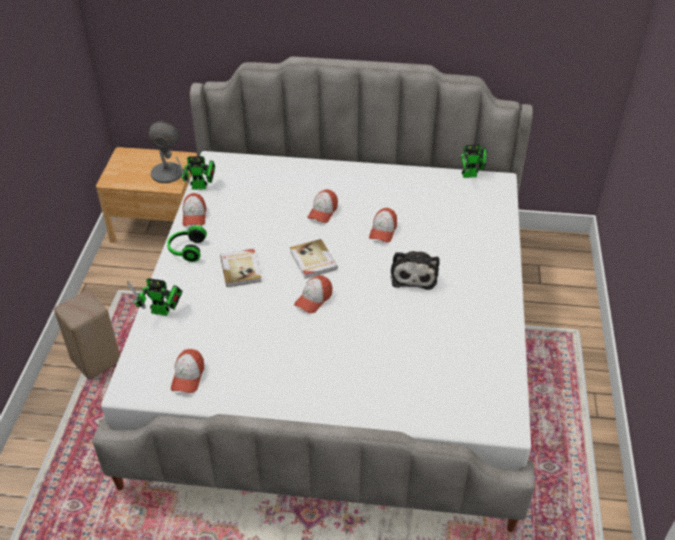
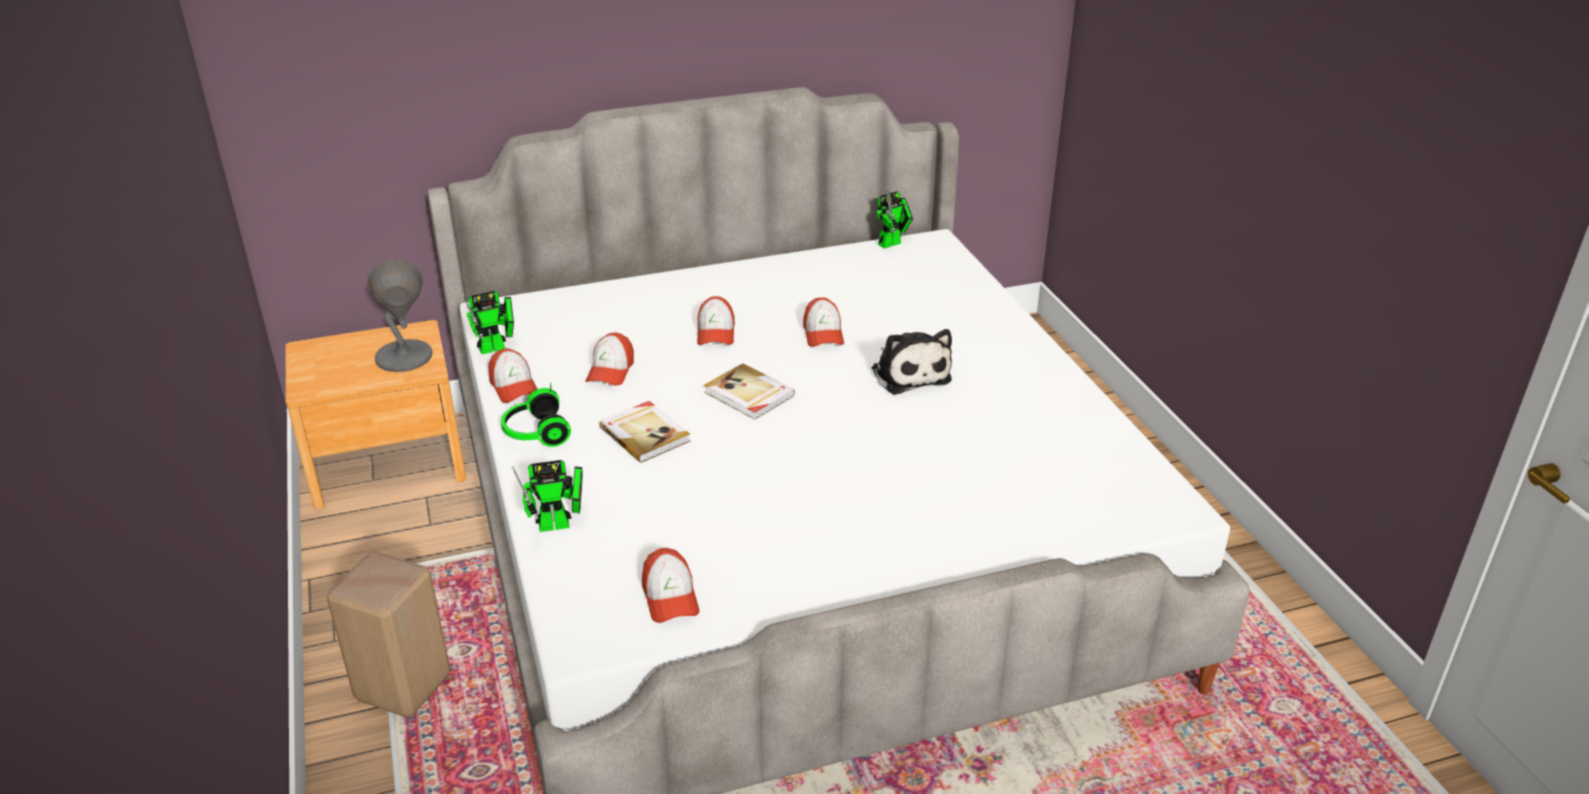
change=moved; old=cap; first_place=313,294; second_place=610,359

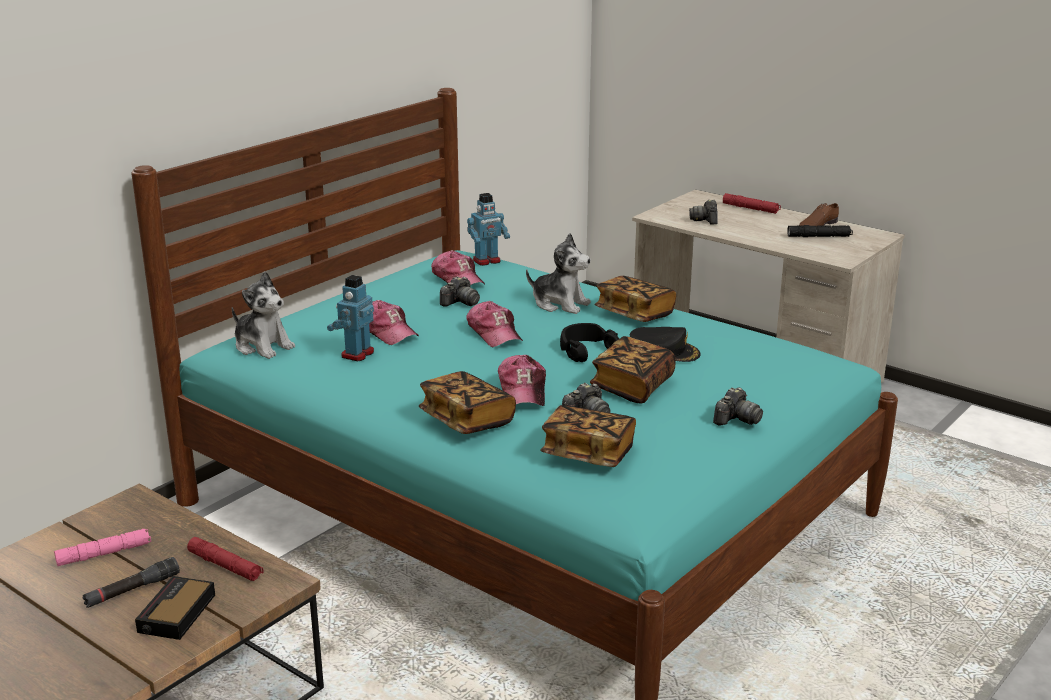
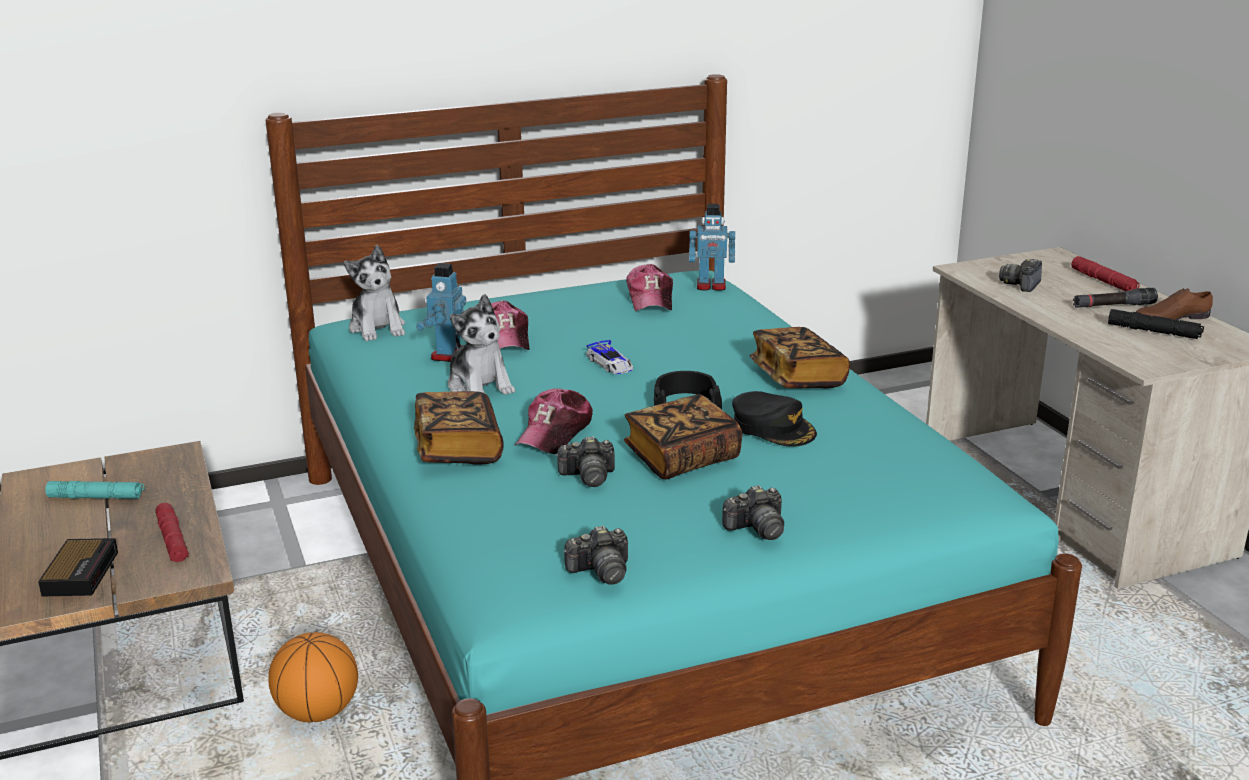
change=removed; old=bound book; first_place=588,436
change=added; new=basketball; second_place=313,677
change=moved; old=black hand torch; first_place=131,582; second_place=1115,298
change=moved; old=still camera; first_place=460,291; second_place=596,555
change=moved; old=plush toy; first_place=558,273; second_place=481,344
change=replaced; old=cap; new=model car; first_place=494,324; second_place=609,357
change=recoloured; old=pink hand torch; new=turquoise-coloured hand torch; first_place=102,547; second_place=95,490
change=turned; old=bedside clock; first_place=175,608; second_place=78,567; degrees=135
change=turned; old=model robot; first_place=350,318; second_place=441,312; degrees=-45

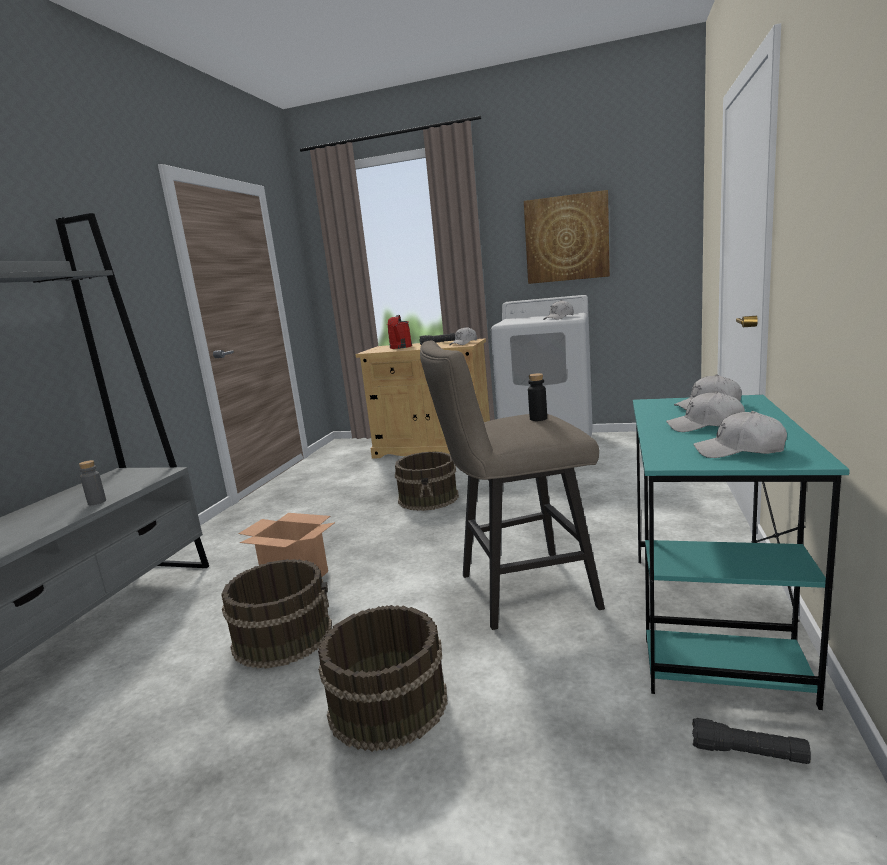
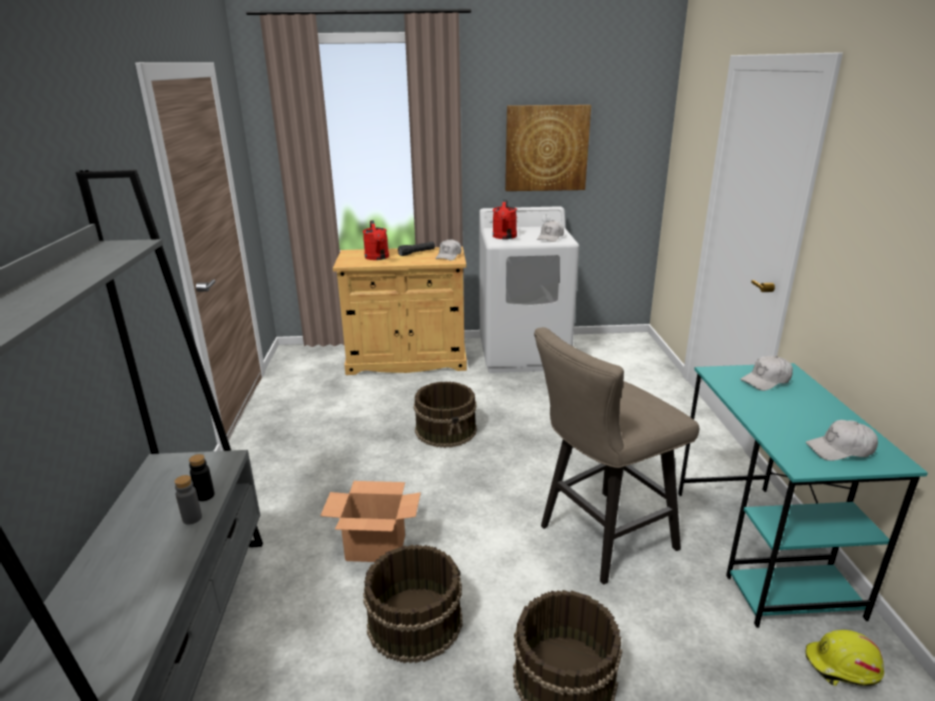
change=removed; old=white cap; first_place=705,411
change=added; new=red-coloured watering pot; second_place=505,219
change=moved; old=black drink bottle; first_place=537,397; second_place=202,477
change=replaced; old=black hand torch; new=yellow-coloured safety helmet; first_place=751,741; second_place=844,658

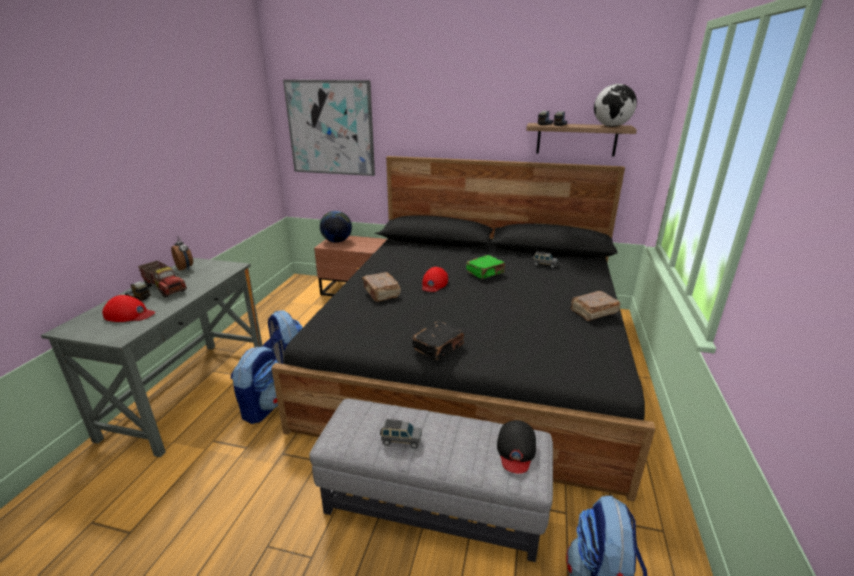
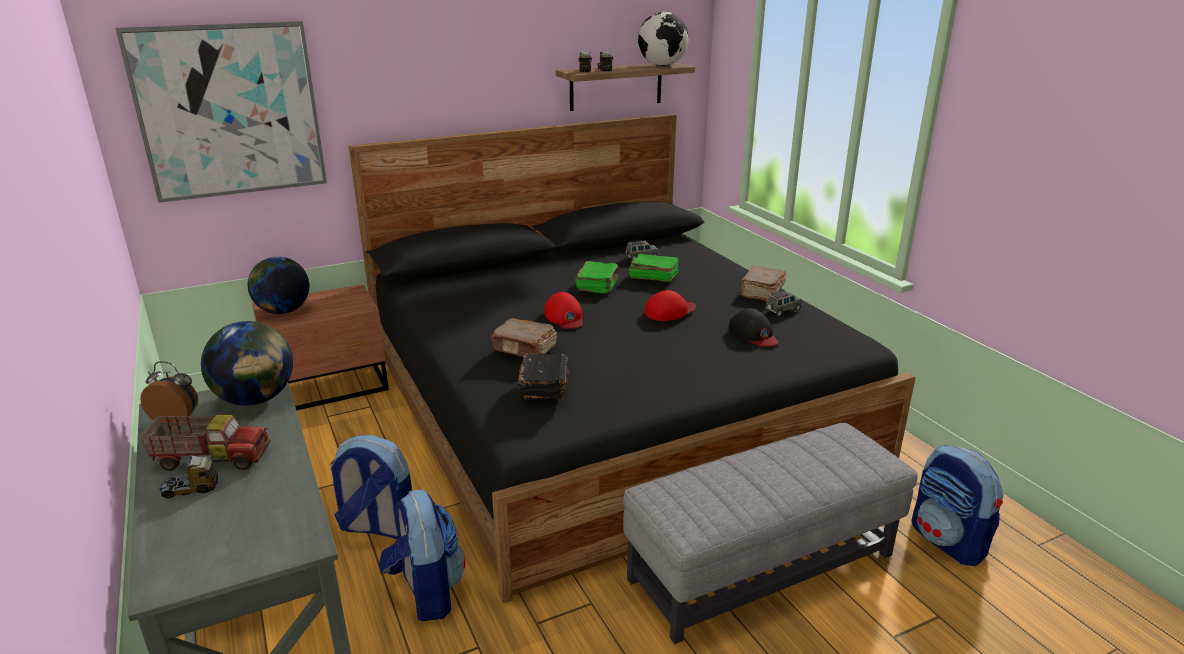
change=added; new=world globe; second_place=247,363
change=added; new=greenish bound book; second_place=654,268
change=moved; old=red-coloured cap; first_place=128,308; second_place=670,305
change=moved; old=gray model car; first_place=401,434; second_place=783,304
change=moved; old=black bound book; first_place=438,340; second_place=543,376
change=moved; old=black cap; first_place=516,447; second_place=754,327

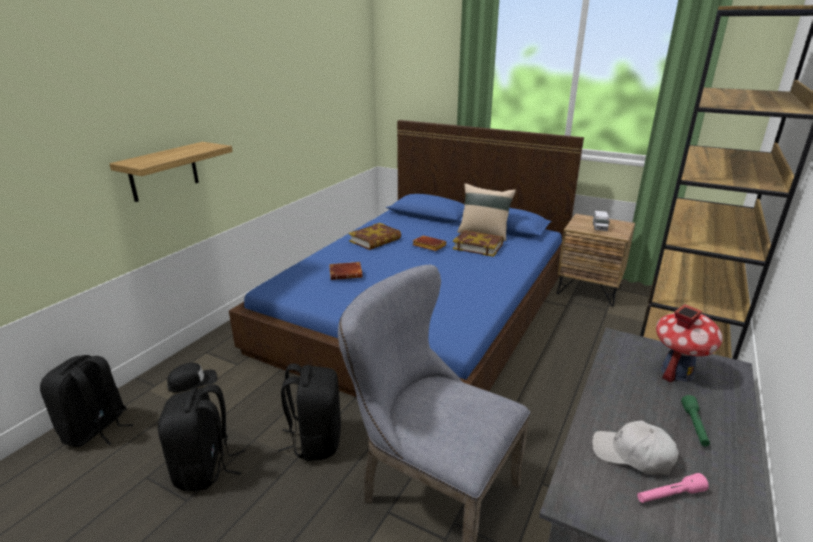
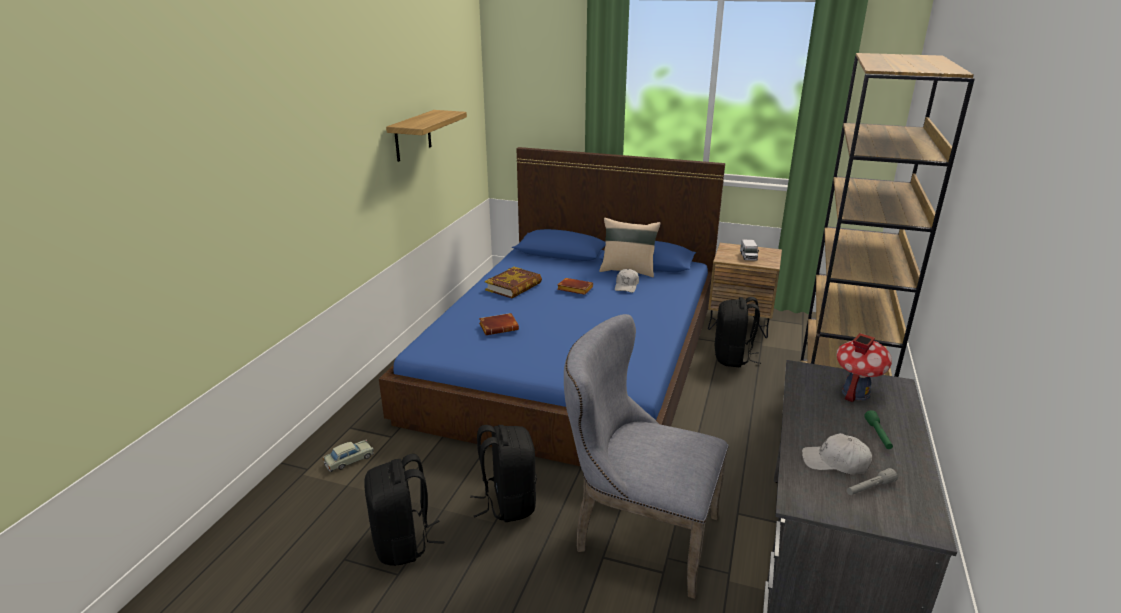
change=moved; old=black rucksack; first_place=87,401; second_place=738,332
change=moved; old=bracket shelf; first_place=171,172; second_place=426,136
change=replaced; old=black cap; new=sand-coloured model car; first_place=192,377; second_place=348,456
change=replaced; old=bound book; new=white cap; first_place=478,243; second_place=627,281
change=recoloured; old=pink hand torch; new=gray hand torch; first_place=673,488; second_place=872,481

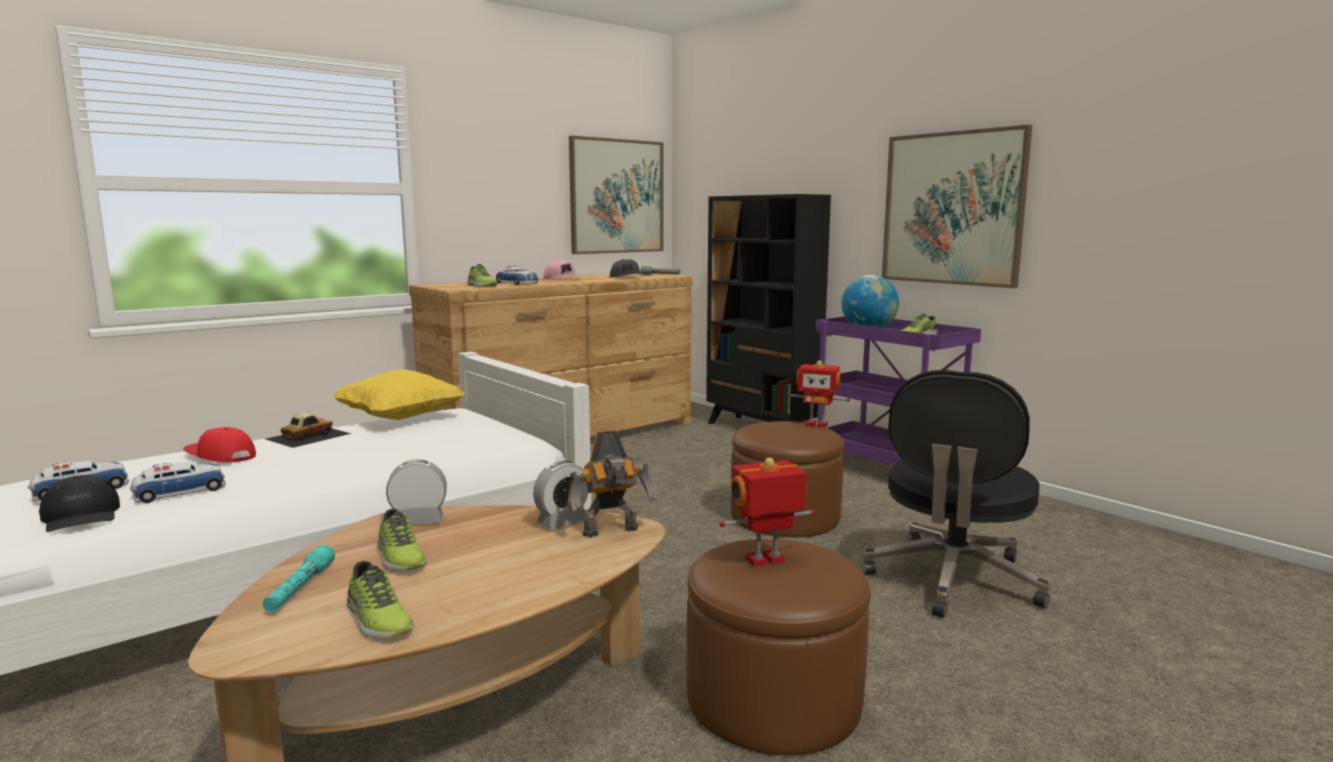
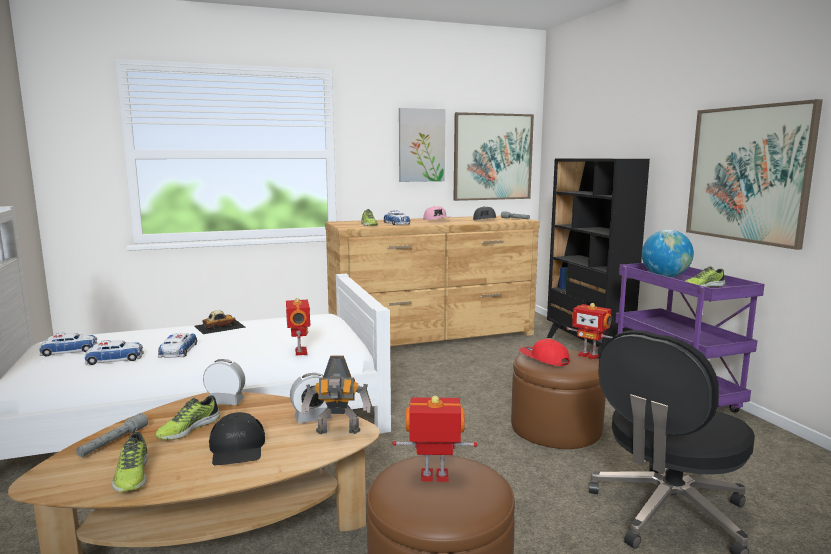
change=removed; old=yellow-coloured cushion; first_place=398,395
change=added; new=model car; second_place=177,345
change=added; new=model robot; second_place=298,327
change=added; new=wall picture; second_place=422,145
change=moved; old=black cap; first_place=79,503; second_place=237,438
change=moved; old=red-coloured cap; first_place=219,445; second_place=544,352
change=recoloured; old=turquoise-coloured hand torch; new=gray hand torch; first_place=299,578; second_place=112,435
change=turned; old=item of footwear; first_place=402,540; second_place=188,417; degrees=45

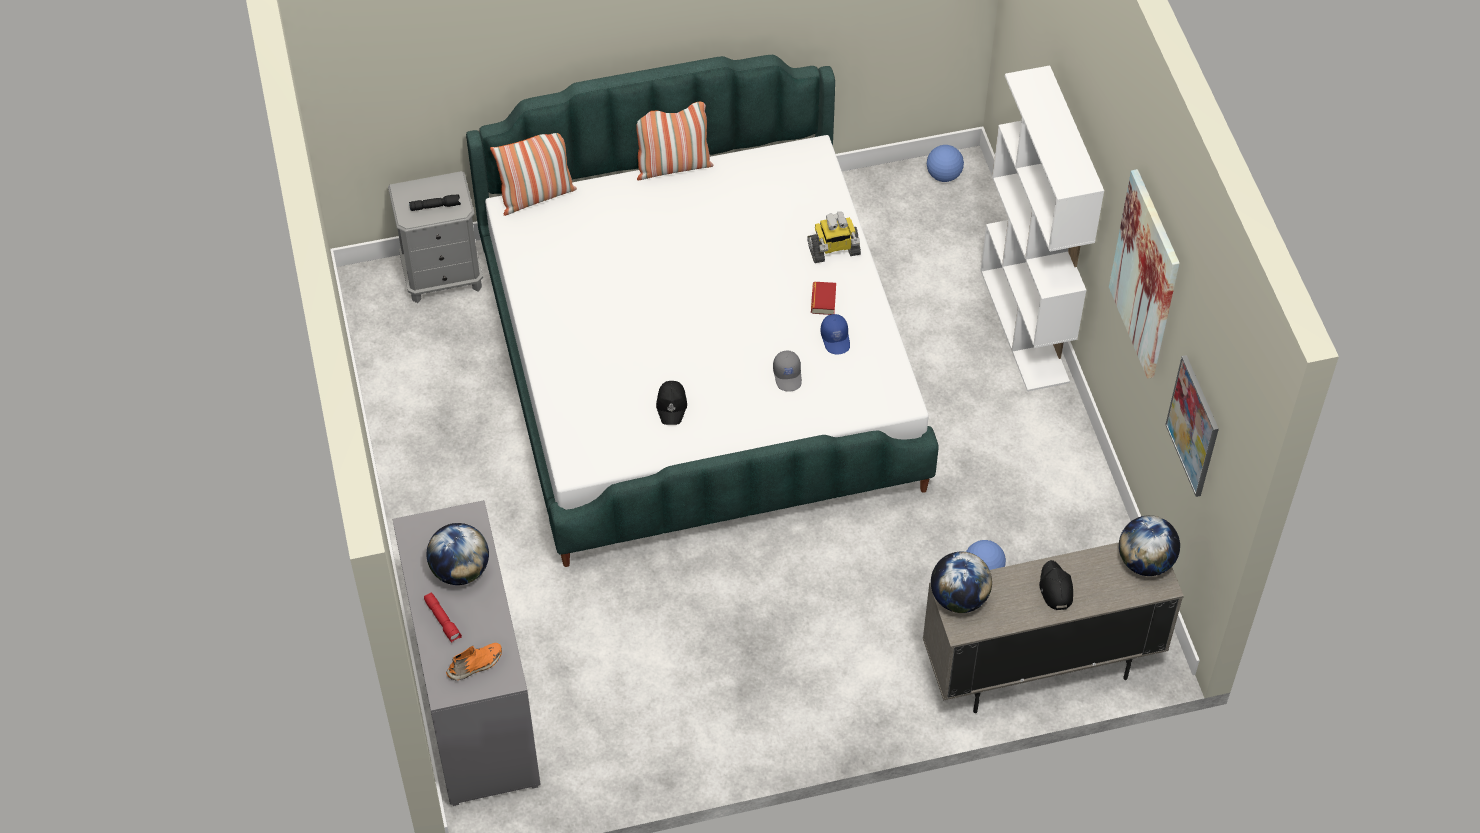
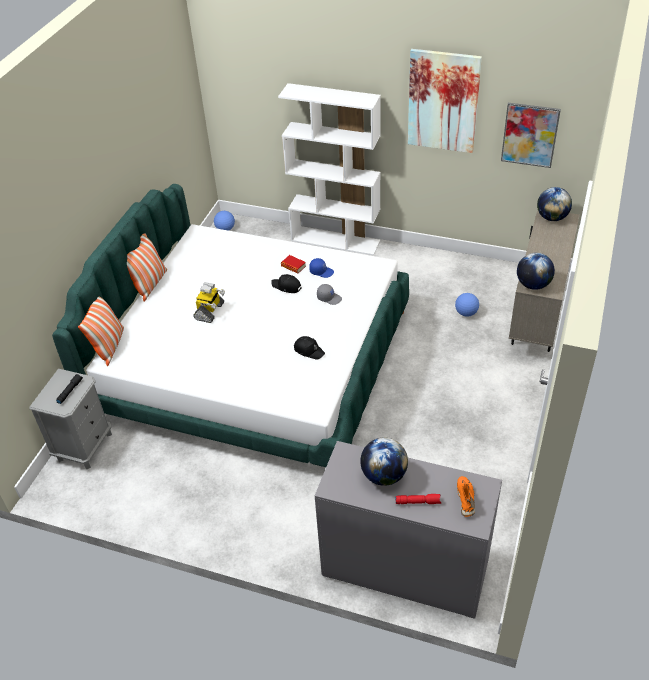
change=moved; old=model robot; first_place=834,237; second_place=209,302
change=moved; old=black cap; first_place=1056,585; second_place=286,283

